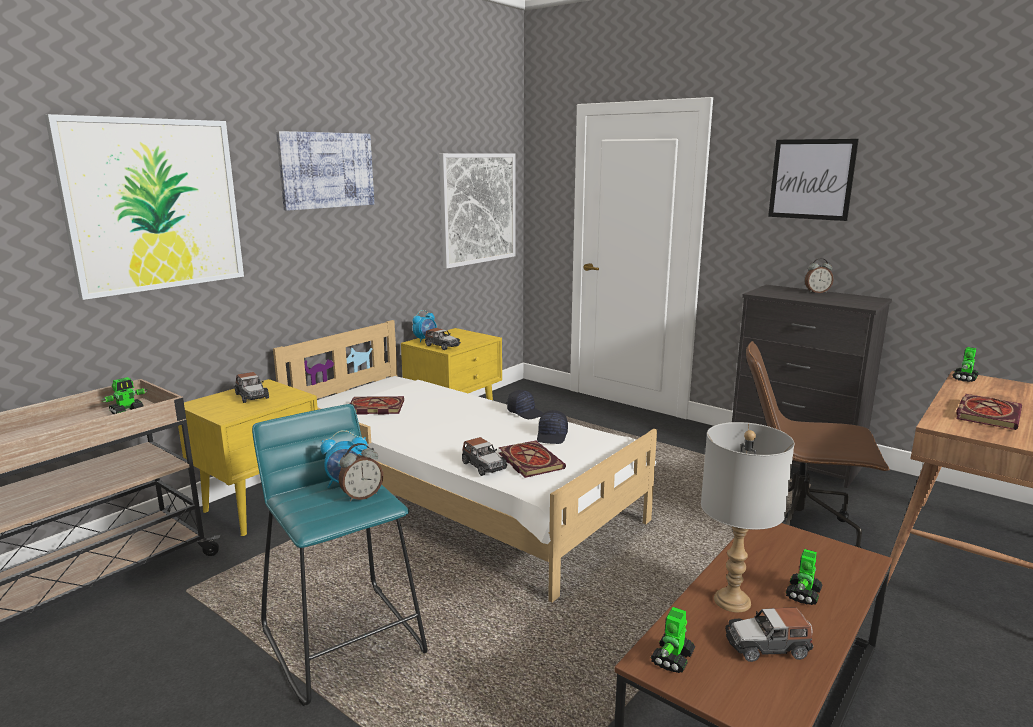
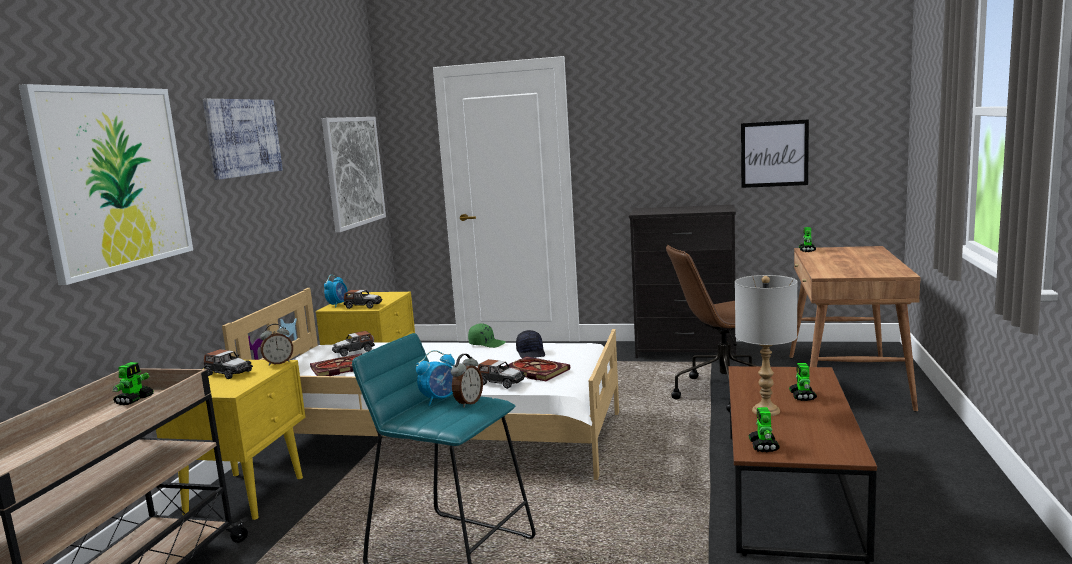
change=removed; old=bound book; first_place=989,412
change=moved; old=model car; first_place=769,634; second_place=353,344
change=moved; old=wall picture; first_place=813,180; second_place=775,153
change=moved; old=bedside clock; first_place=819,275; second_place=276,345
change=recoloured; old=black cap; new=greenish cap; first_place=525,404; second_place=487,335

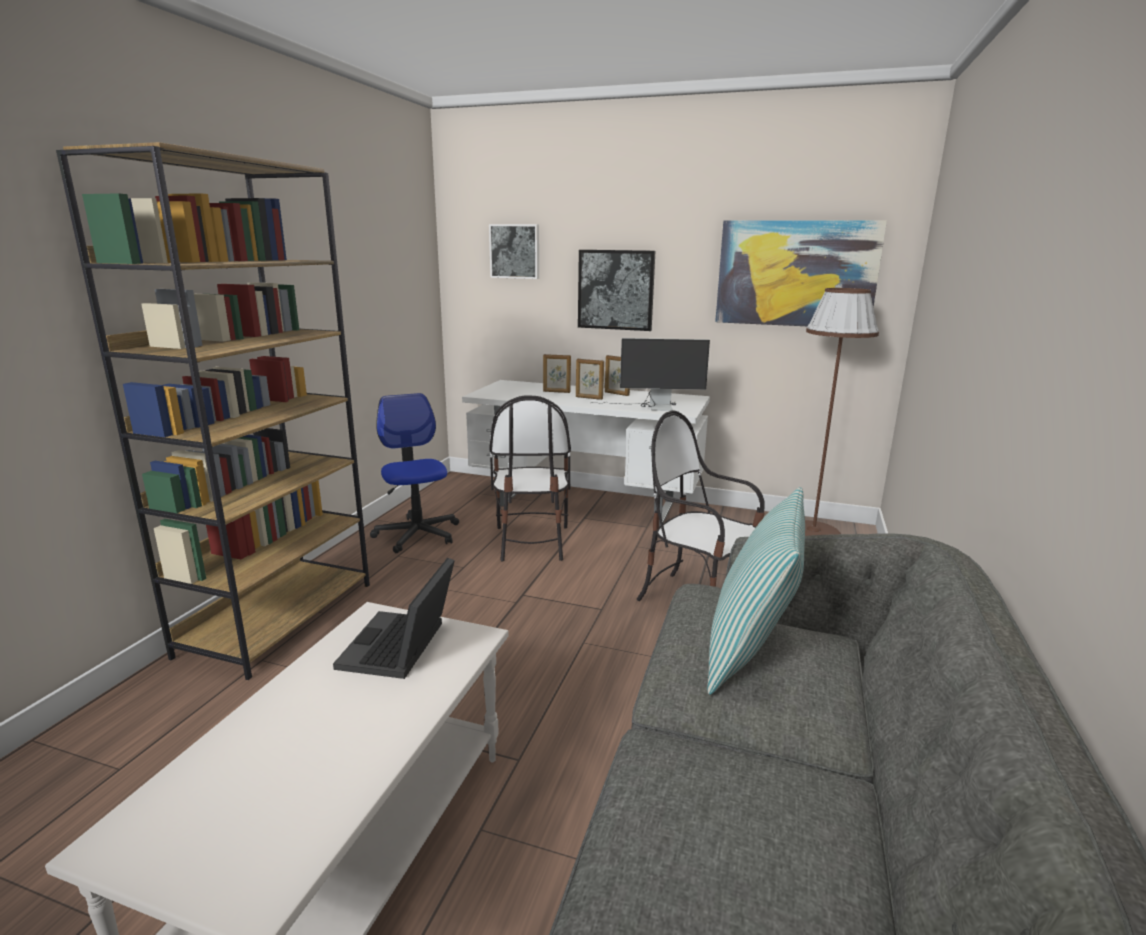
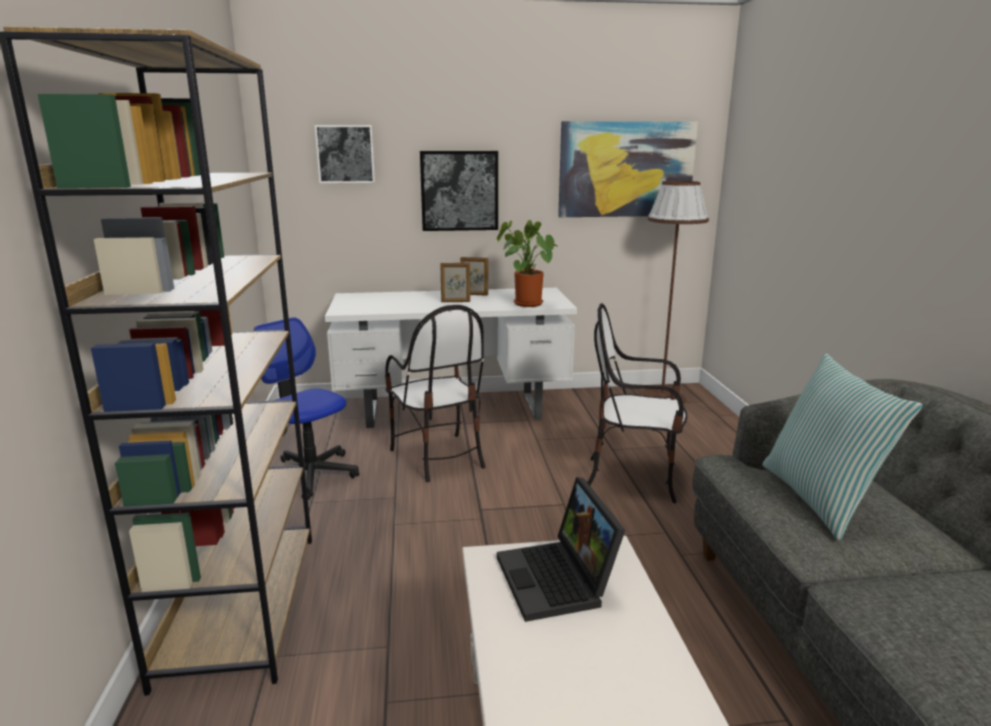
change=removed; old=standing frame; first_place=557,373
change=replaced; old=monitor; new=houseplant; first_place=650,374; second_place=528,263

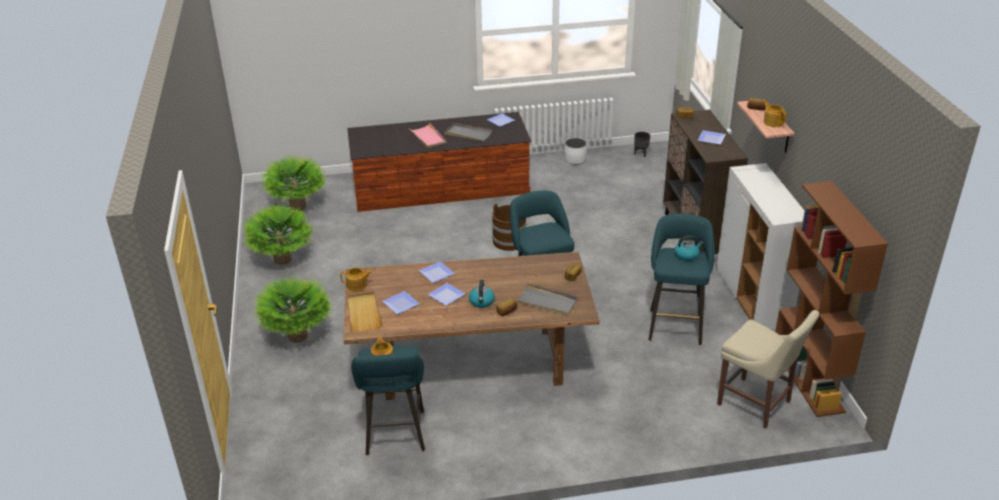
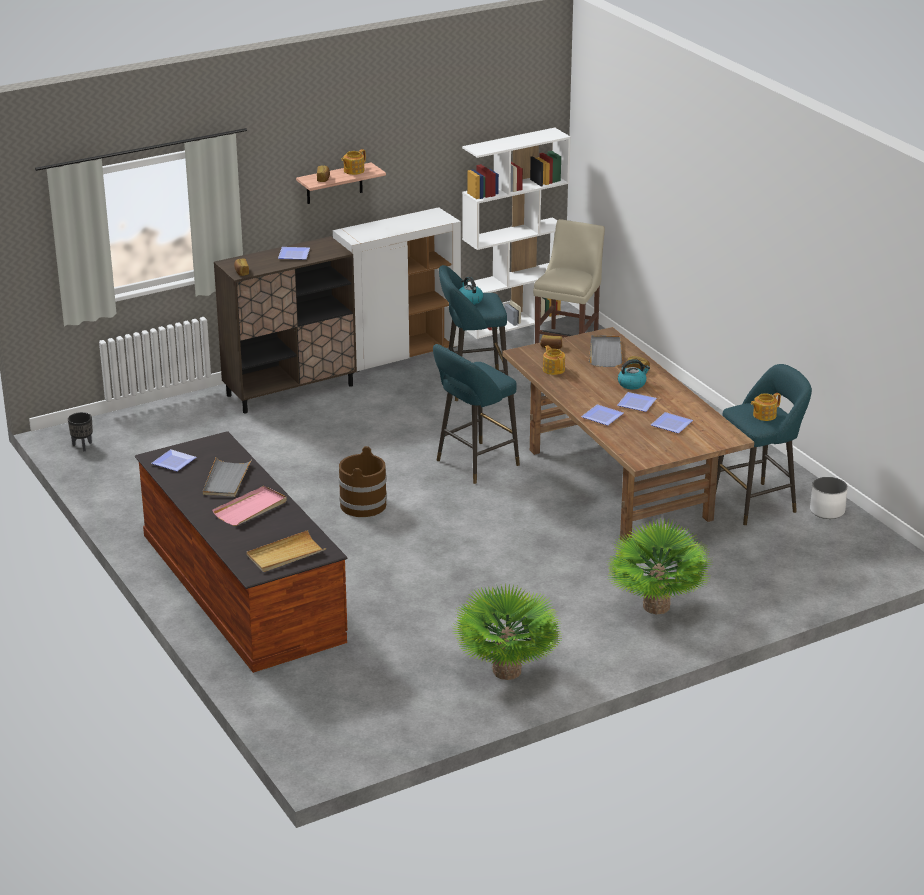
change=removed; old=houseplant; first_place=293,182
change=moved; old=teapot; first_place=356,280; second_place=554,360
change=moved; old=sand-coloured carrying tray; first_place=365,312; second_place=286,551
change=moved; old=white flower pot; first_place=575,151; second_place=829,498
change=recoloured; old=brown shelving unit; new=white shelving unit; first_place=831,299; second_place=516,233

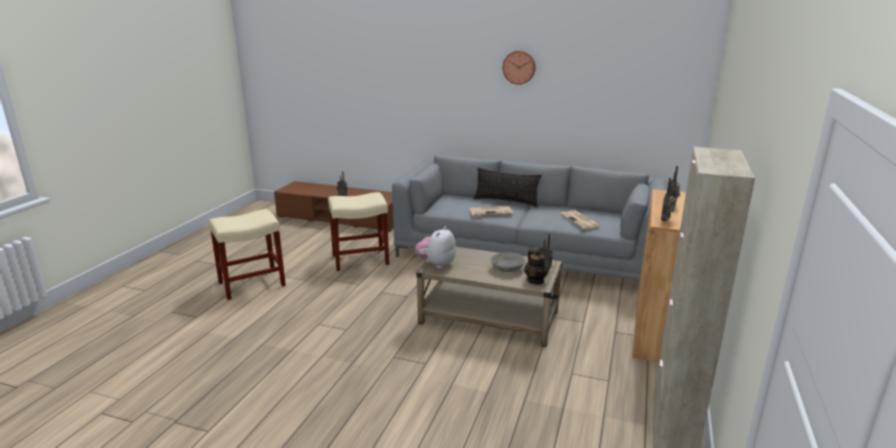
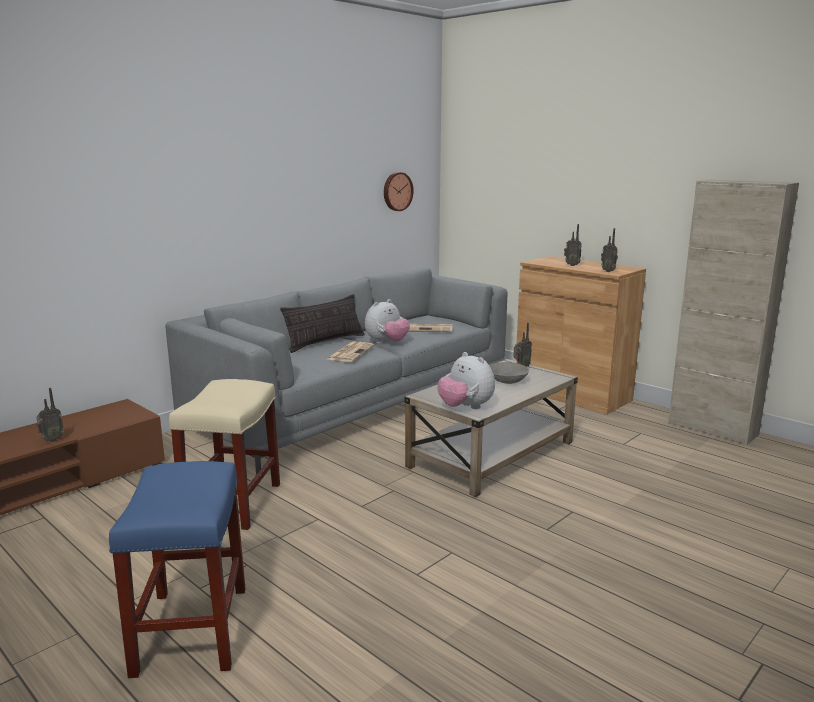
change=removed; old=teapot; first_place=536,266
change=added; new=plush toy; second_place=387,321
change=moved; old=clock on the wall; first_place=519,68; second_place=399,191
change=recoloured; old=sand-coloured stool seat; new=bluish stool seat; first_place=247,254; second_place=177,569

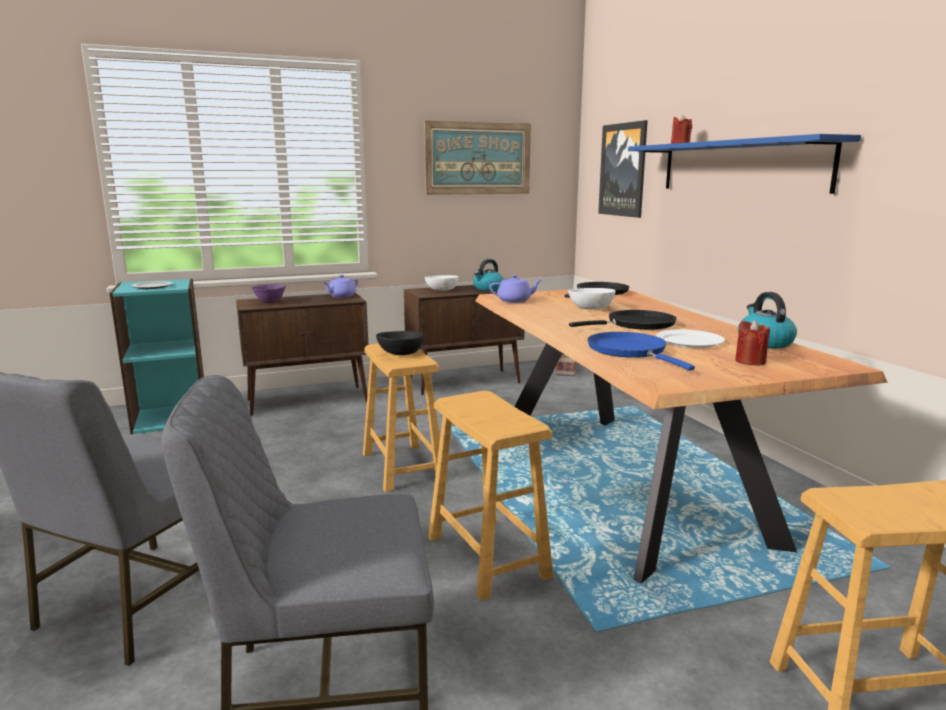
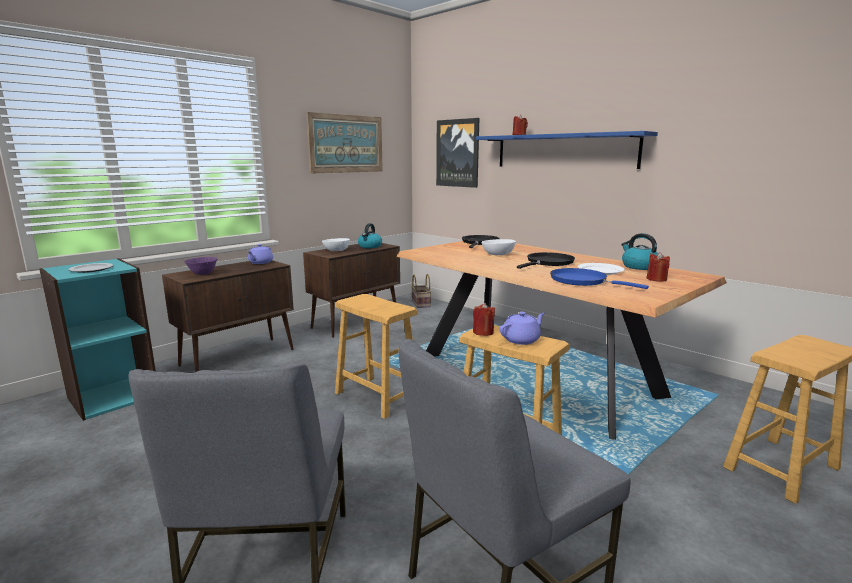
change=removed; old=black serving bowl; first_place=400,343
change=added; new=red-coloured wax candle; second_place=484,319
change=moved; old=purple-coloured teapot; first_place=515,288; second_place=522,328

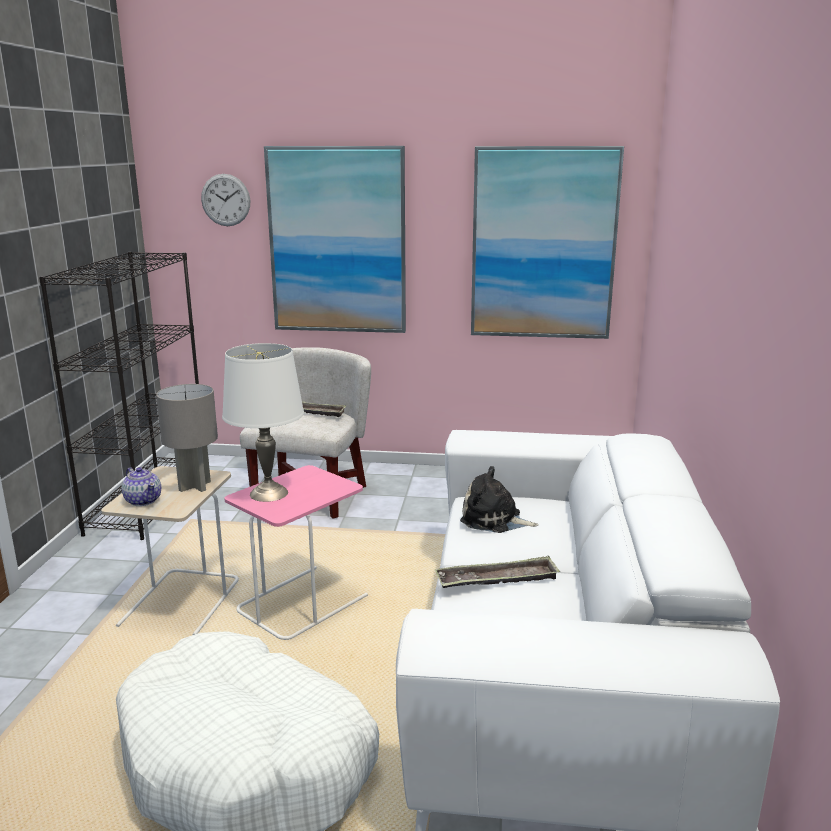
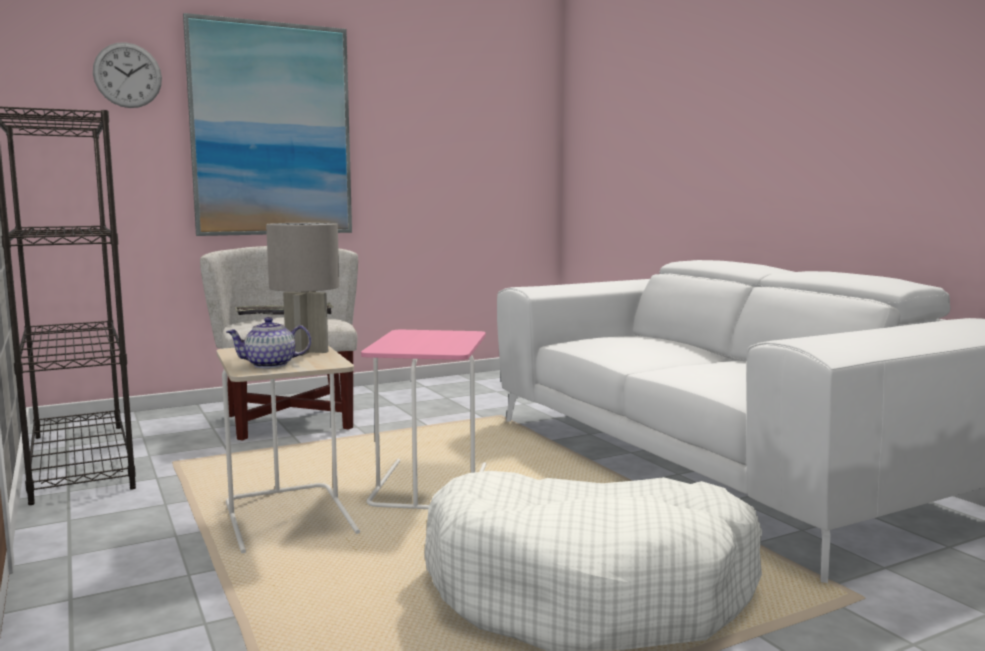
change=removed; old=white lamp for a table; first_place=263,422
change=removed; old=carrying tray; first_place=497,572
change=removed; old=plush toy; first_place=499,499
change=removed; old=wall picture; first_place=547,242
change=turned; old=teapot; first_place=141,486; second_place=268,342; degrees=150

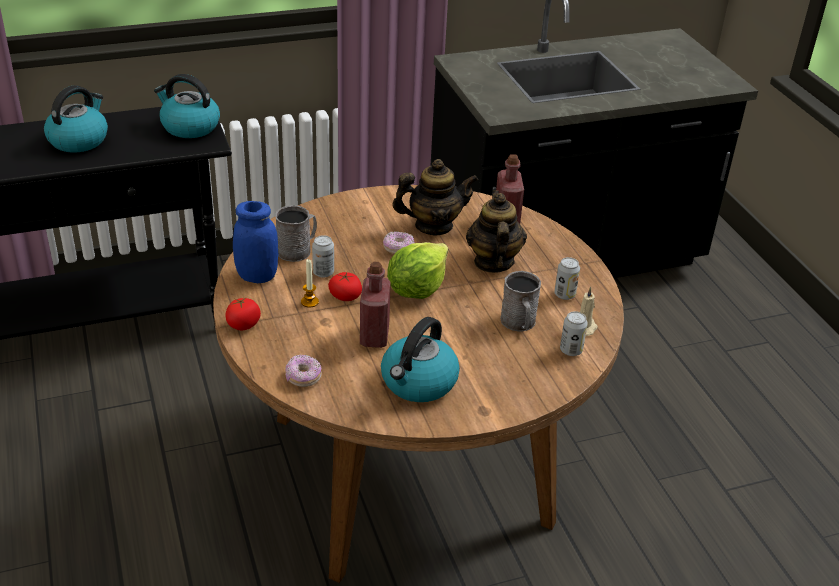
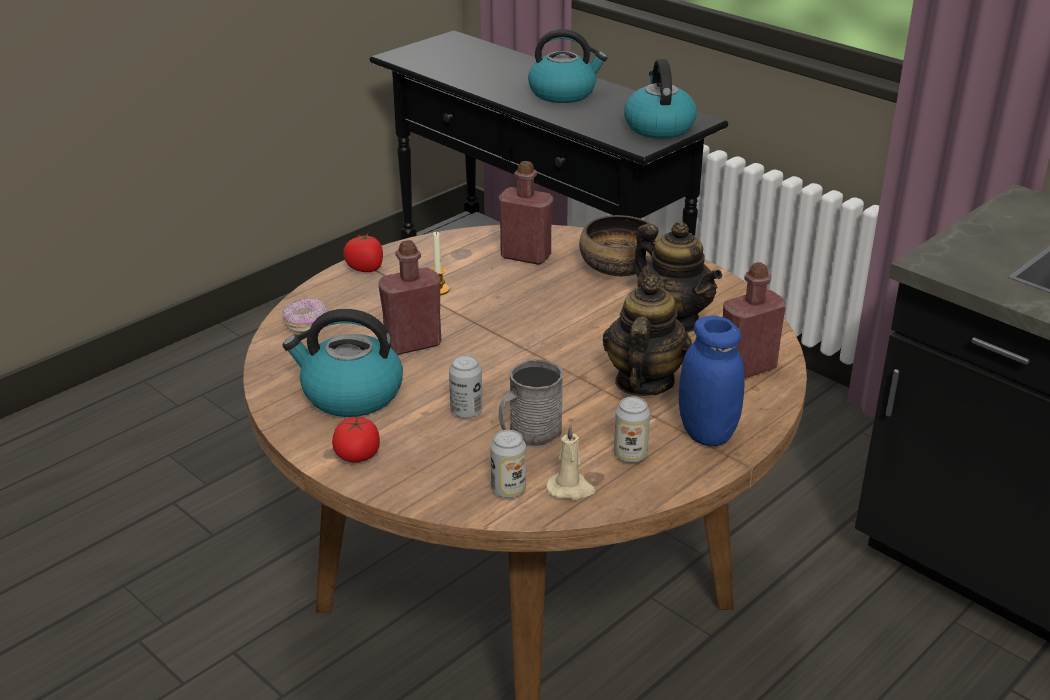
change=removed; old=doughnut; first_place=398,242
change=removed; old=lettuce head; first_place=417,270
change=added; new=serving bowl; second_place=619,245
change=moved; old=bluish preserve jar; first_place=255,242; second_place=712,380
change=moved; old=metal can; first_place=323,256; second_place=465,386
change=moved; old=whole tomato; first_place=345,286; second_place=356,440
change=replaced; old=gray coffee mug; new=red-coloured drink bottle; first_place=296,233; second_place=526,213
change=turned; old=teapot; first_place=496,231; second_place=647,336; degrees=-45

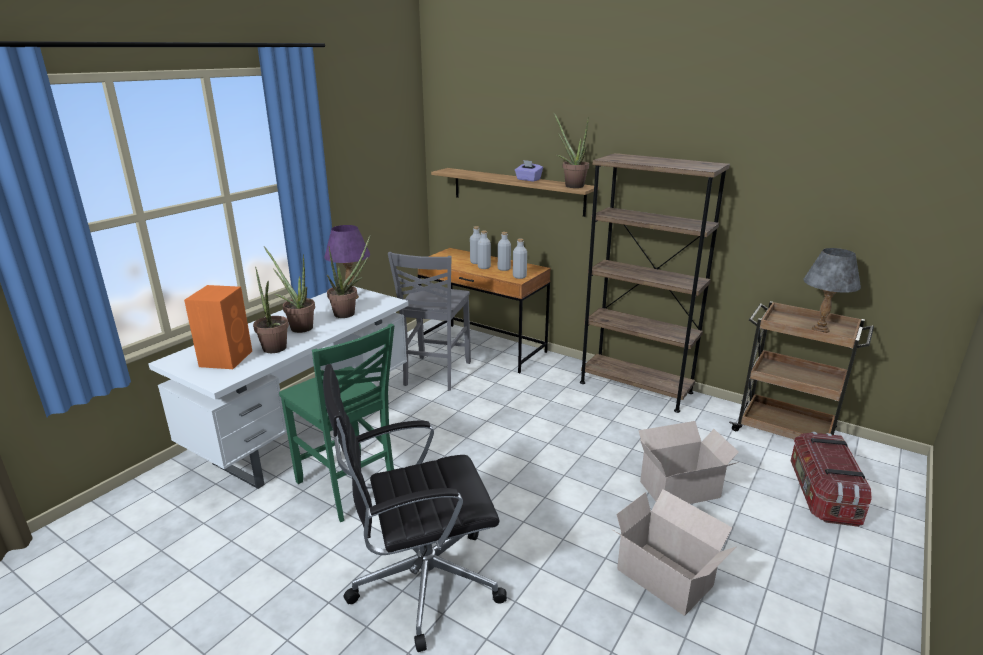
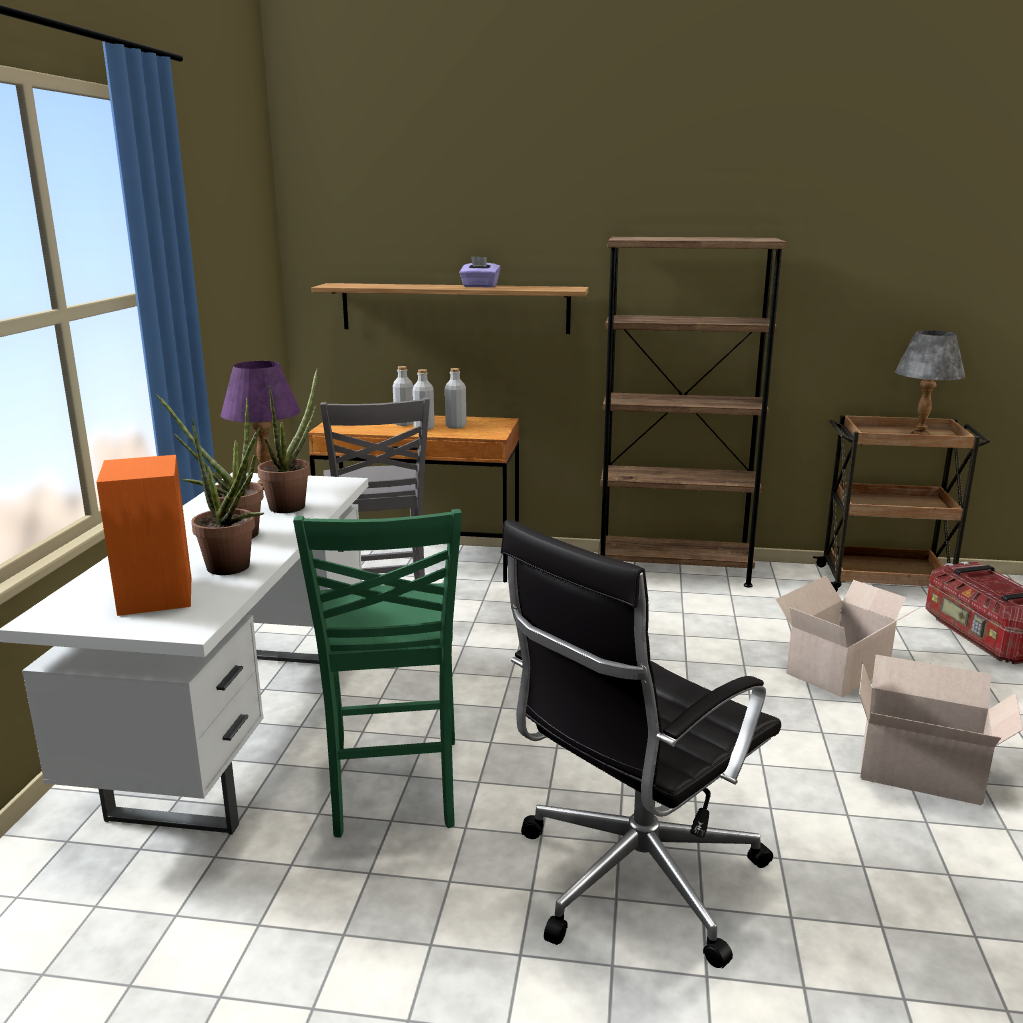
change=removed; old=gray drink bottle; first_place=520,259
change=removed; old=houseplant; first_place=571,150
change=turned; old=greenish chair; first_place=336,423; second_place=377,673; degrees=60

